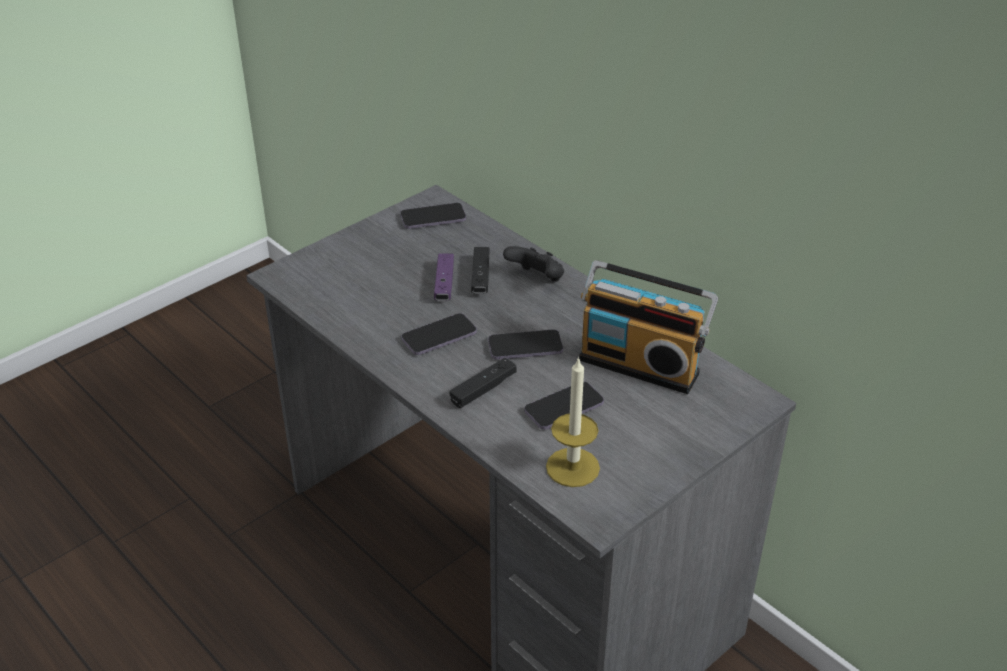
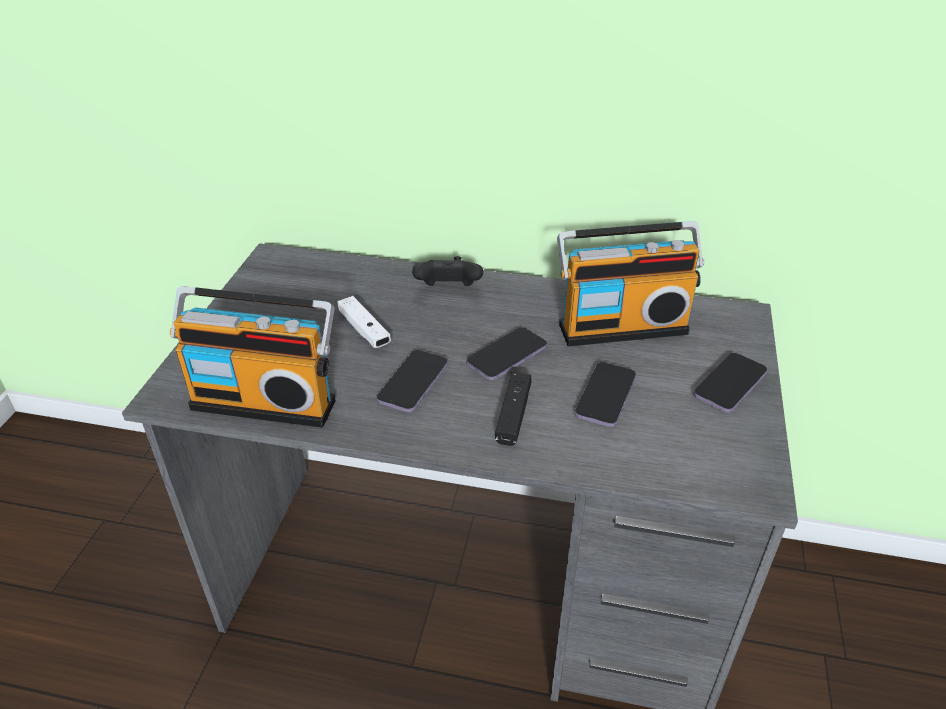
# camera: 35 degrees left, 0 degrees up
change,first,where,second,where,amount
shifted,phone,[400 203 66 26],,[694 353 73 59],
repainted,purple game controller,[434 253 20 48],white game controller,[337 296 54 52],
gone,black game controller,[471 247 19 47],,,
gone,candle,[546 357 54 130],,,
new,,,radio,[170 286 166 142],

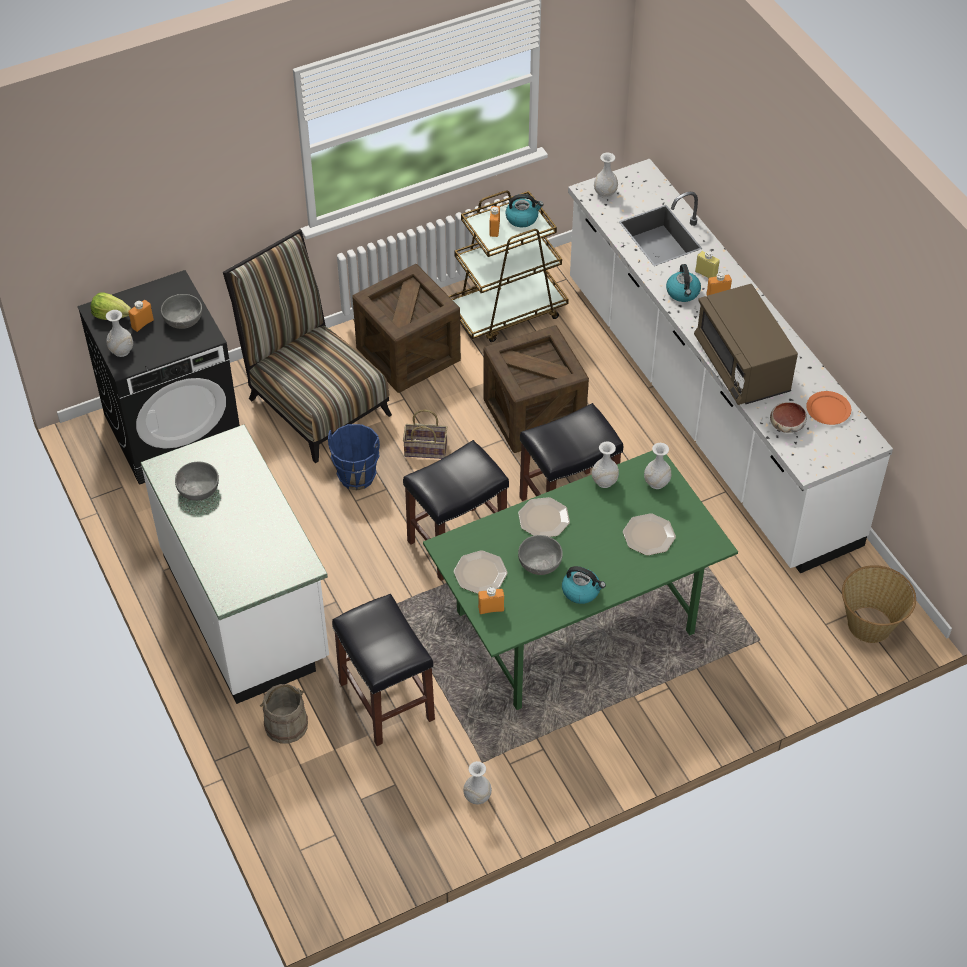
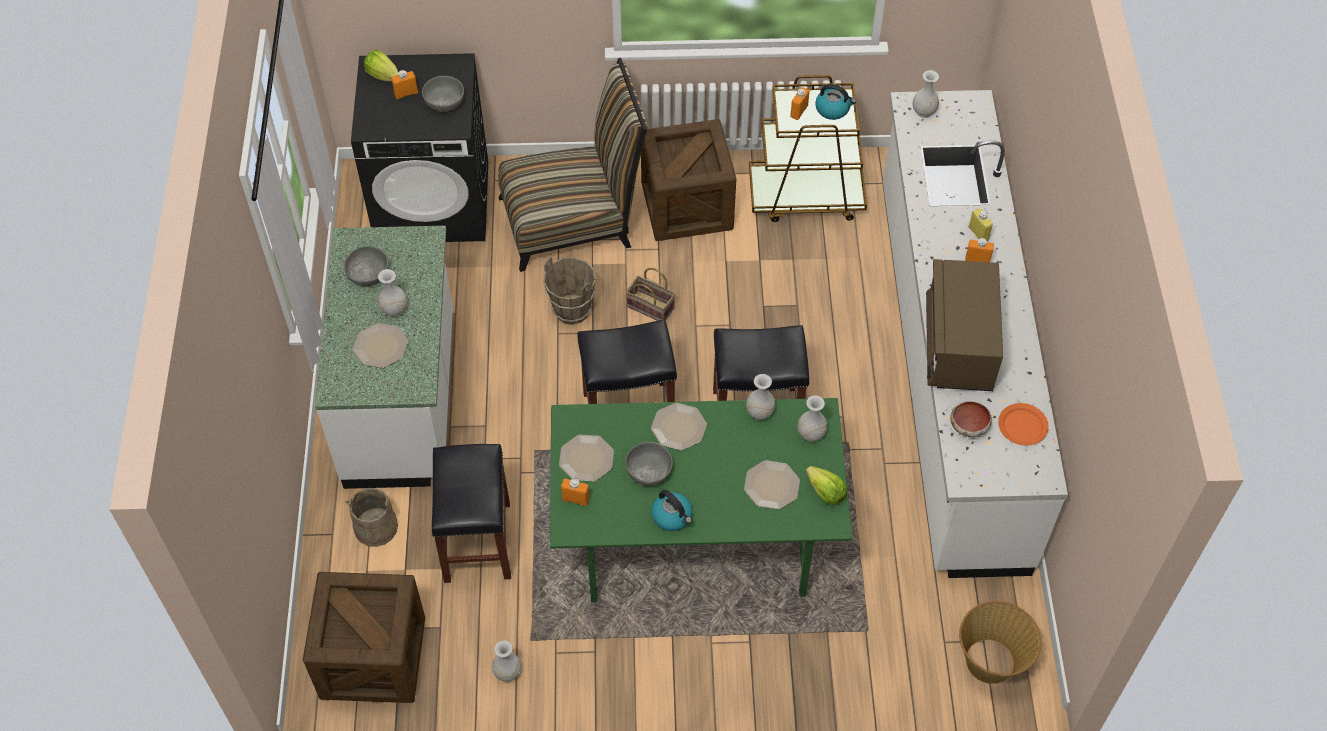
# camera: 25 degrees right, 5 degrees up
change,first,where,second,where,amount
shifted,white vase,[106 310 27 47],,[378 269 29 47],
rotated,chair,[223 229 169 234],,[498 58 150 214],90 degrees clockwise
repainted,blue bucket,[328 424 52 66],brown bucket,[543 257 53 68],
shifted,crate,[484 325 105 128],,[303 572 122 131],
gone,kettle,[666 264 35 38],,,
new,,,plate,[353 323 55 45],
new,,,lettuce,[806 466 41 39],

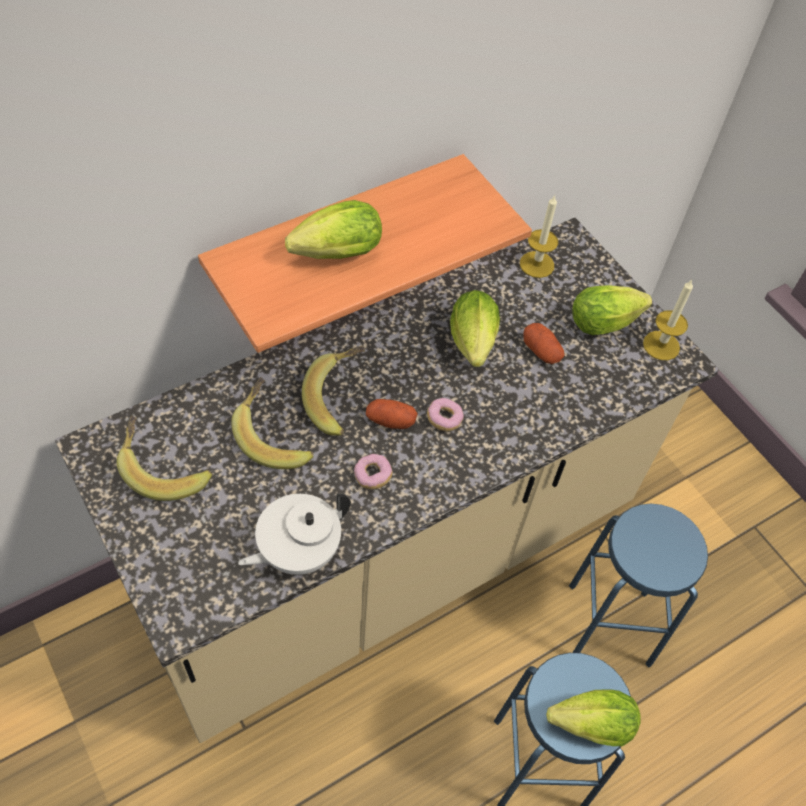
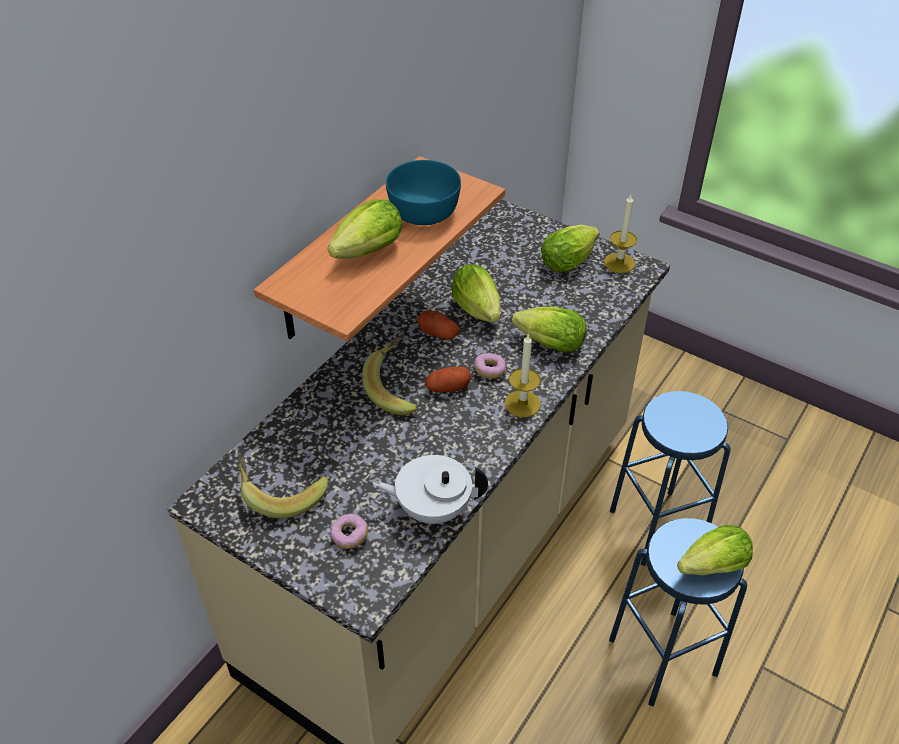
# camera: 20 degrees left, 10 degrees down
change,first,where,second,where,amount
gone,banana,[231 377 83 92],,,
rotated,white teapot,[238 494 113 81],,[373 455 115 69],60 degrees clockwise
shifted,donut,[354 454 38 35],,[330 514 38 35],
shifted,candle,[520 195 38 83],,[505 333 35 84],
shifted,potato,[523 323 42 41],,[417 310 43 30],
new,,,turquoise bowl,[386 160 75 65],
new,,,lettuce,[512 307 75 45],

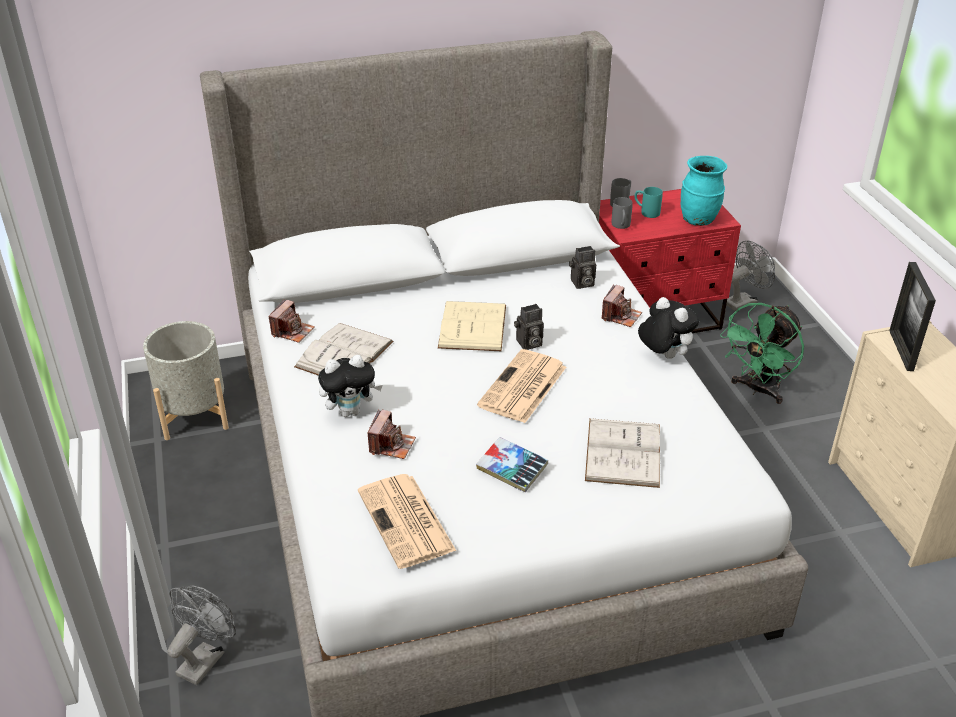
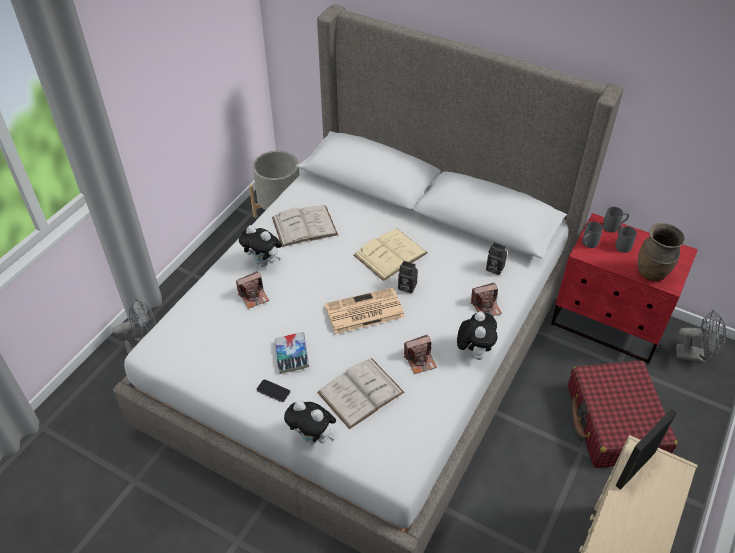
# camera: 45 degrees right, 10 degrees up
change,first,where,second,where,amount
shifted,photo camera,[269 300 46 43],,[404 334 33 40],
gone,newspaper,[358 474 98 95],,,
repainted,turquoise mug,[635 187 28 31],grey mug,[615 225 22 28],
repainted,turquoise vase,[681 156 46 70],brown vase,[638 223 47 58],
swapped,green fan,[720 303 84 101],red suitcase,[568 360 110 108],
new,,,phone,[256 379 34 23],
new,,,plush toy,[284 400 52 45],

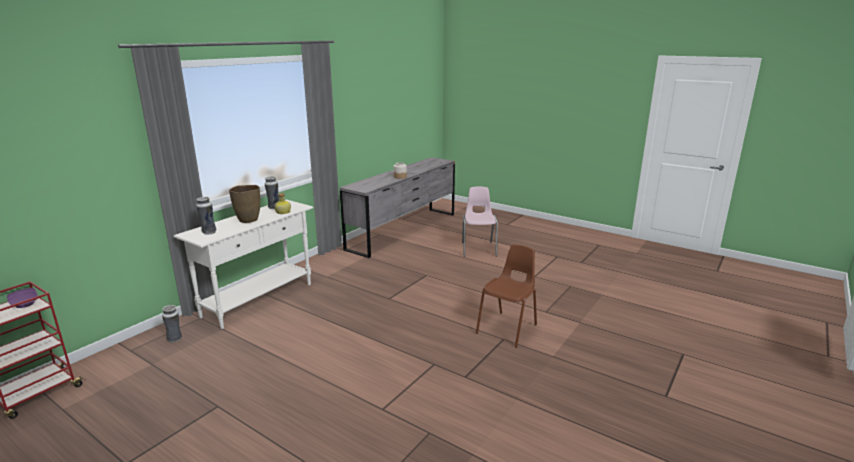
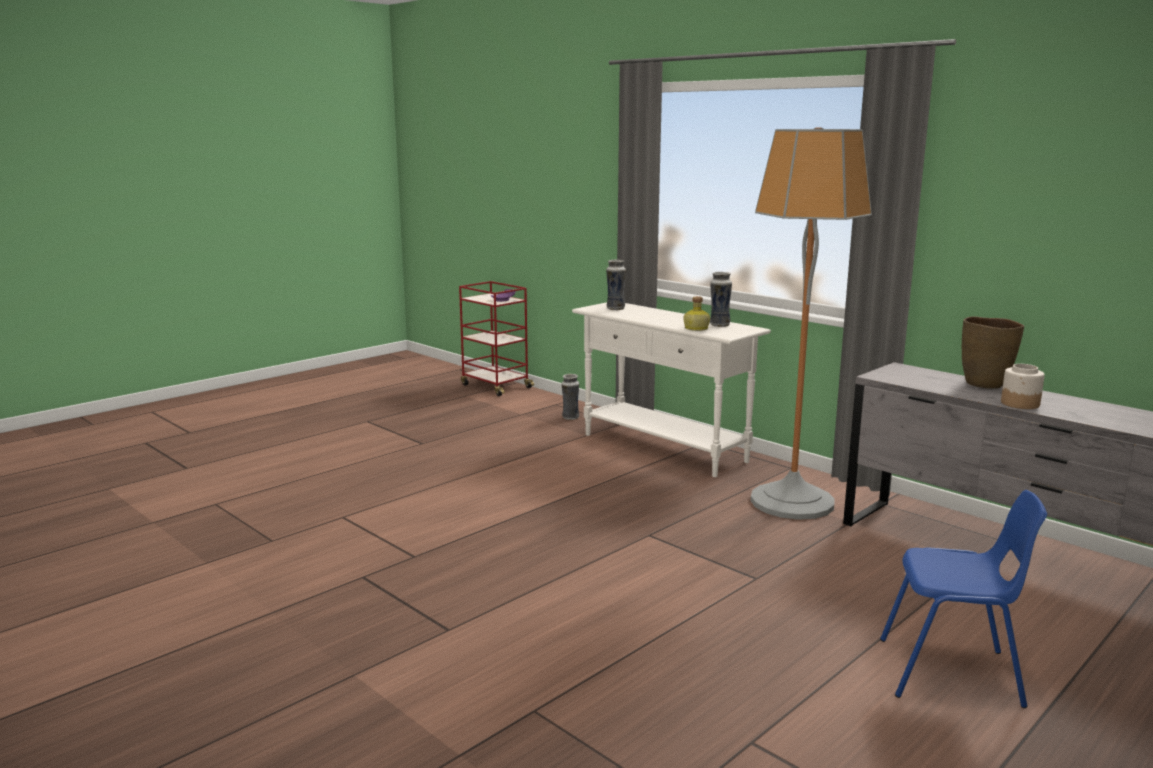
# camera: 100 degrees right, 5 degrees down
change,first,where,second,where,amount
shifted,brown vase,[229 185 31 38],,[962 316 62 73],
repainted,pink chair,[462 187 36 70],blue chair,[880 490 167 218],
gone,brown chair,[476 244 61 104],,,
new,,,floor lamp,[751 128 121 392],

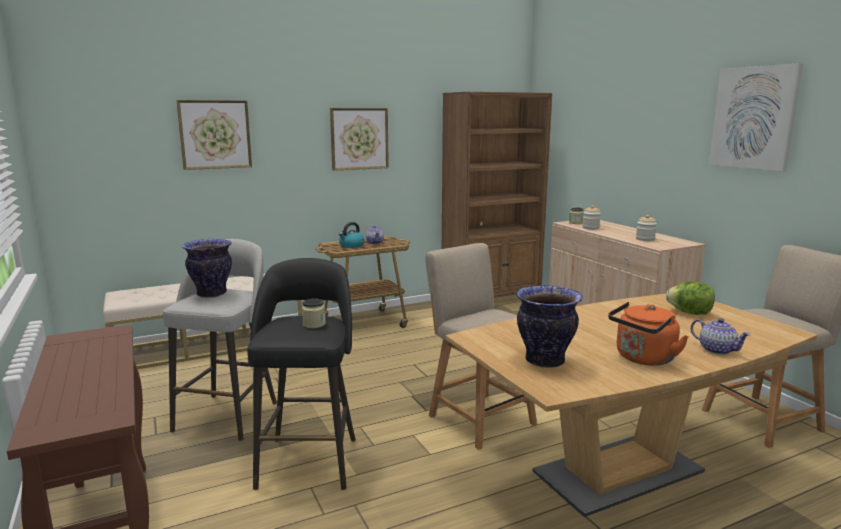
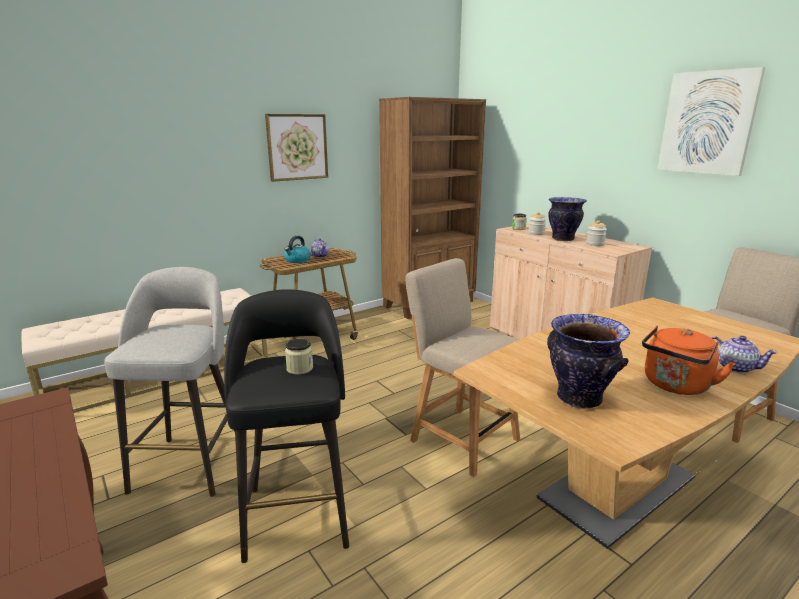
# camera: 10 degrees left, 5 degrees up
change,first,where,second,where,amount
gone,picture,[176 100 76 70],,,
shifted,vase,[182 239 50 59],,[548 197 39 44],
gone,lettuce,[666 282 49 33],,,

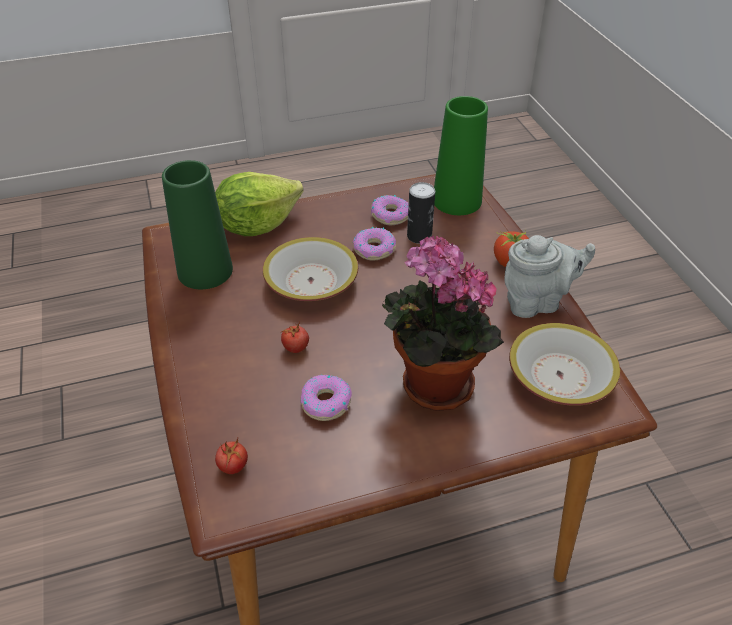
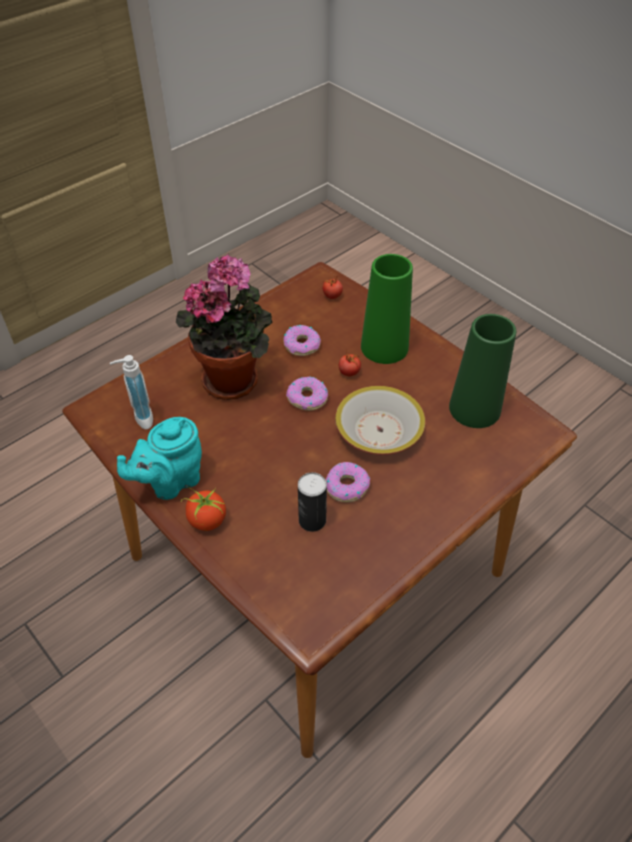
# camera: 155 degrees right, 5 degrees up
change,first,where,second,where,amount
gone,lettuce,[215 172 88 64],,,
shifted,donut,[371 195 38 30],,[286 376 42 35],
shifted,green vase,[434 96 54 119],,[361 254 52 110],
repainted,grey teapot,[504 235 91 83],turquoise teapot,[117 417 85 83],
swapped,bowl,[509 323 111 83],soap dispenser,[110 355 43 74],

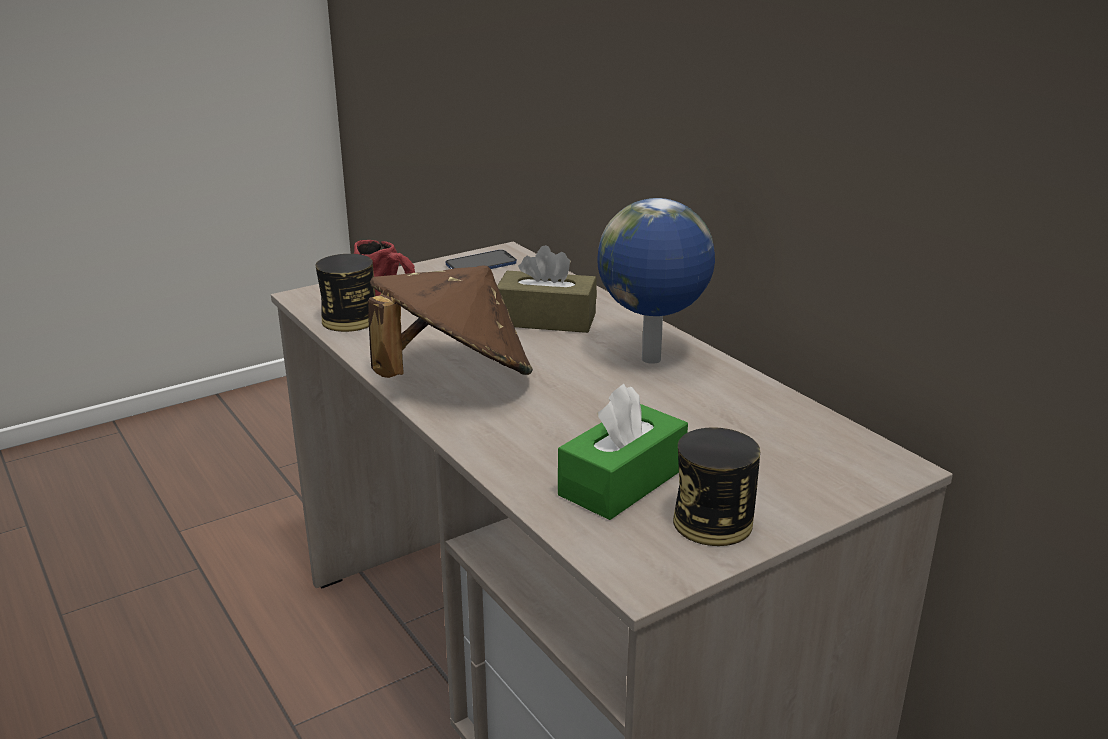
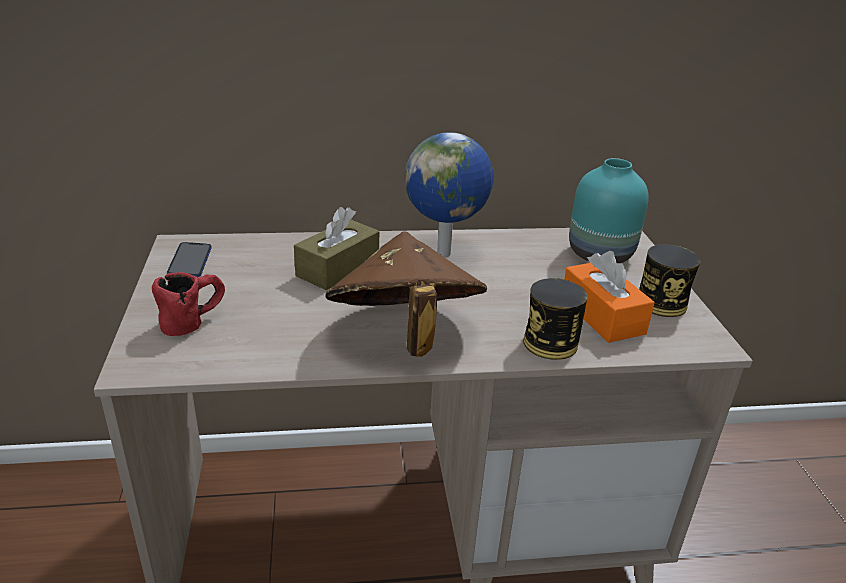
# camera: 65 degrees left, 5 degrees up
change,first,where,second,where,amount
shifted,can,[316 254 59 78],,[523 278 65 82],
repainted,green tissue box,[558 384 130 136],orange tissue box,[564 251 91 92],
new,,,turquoise vase,[569 158 80 105],

